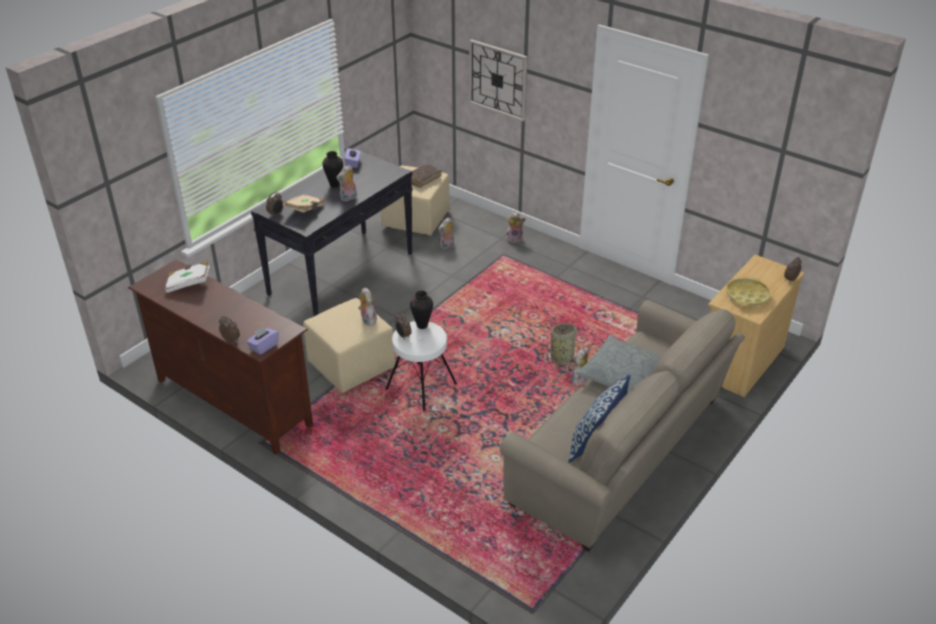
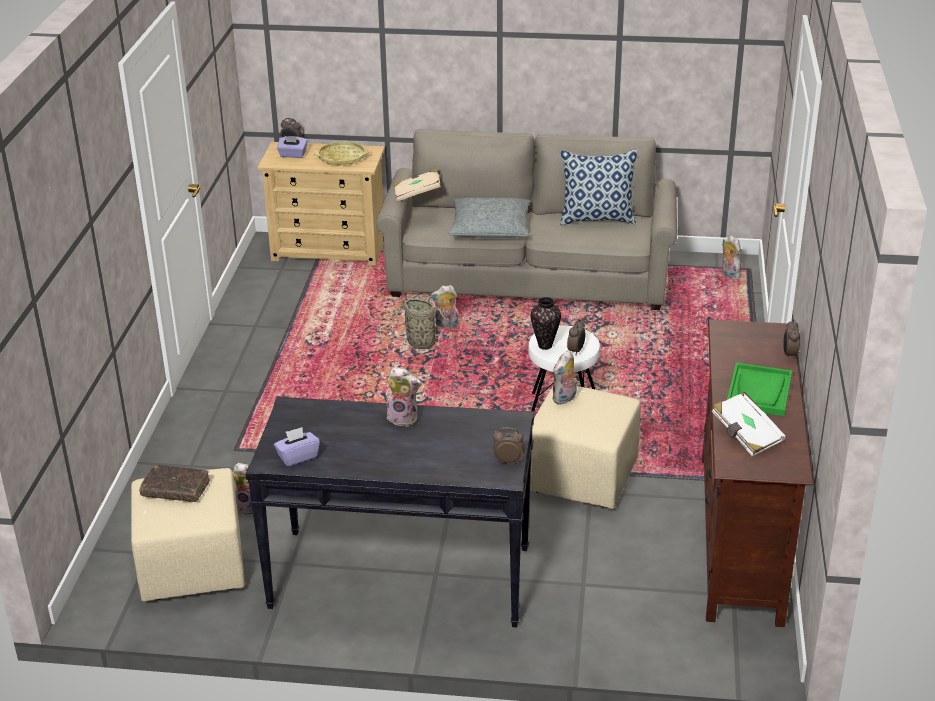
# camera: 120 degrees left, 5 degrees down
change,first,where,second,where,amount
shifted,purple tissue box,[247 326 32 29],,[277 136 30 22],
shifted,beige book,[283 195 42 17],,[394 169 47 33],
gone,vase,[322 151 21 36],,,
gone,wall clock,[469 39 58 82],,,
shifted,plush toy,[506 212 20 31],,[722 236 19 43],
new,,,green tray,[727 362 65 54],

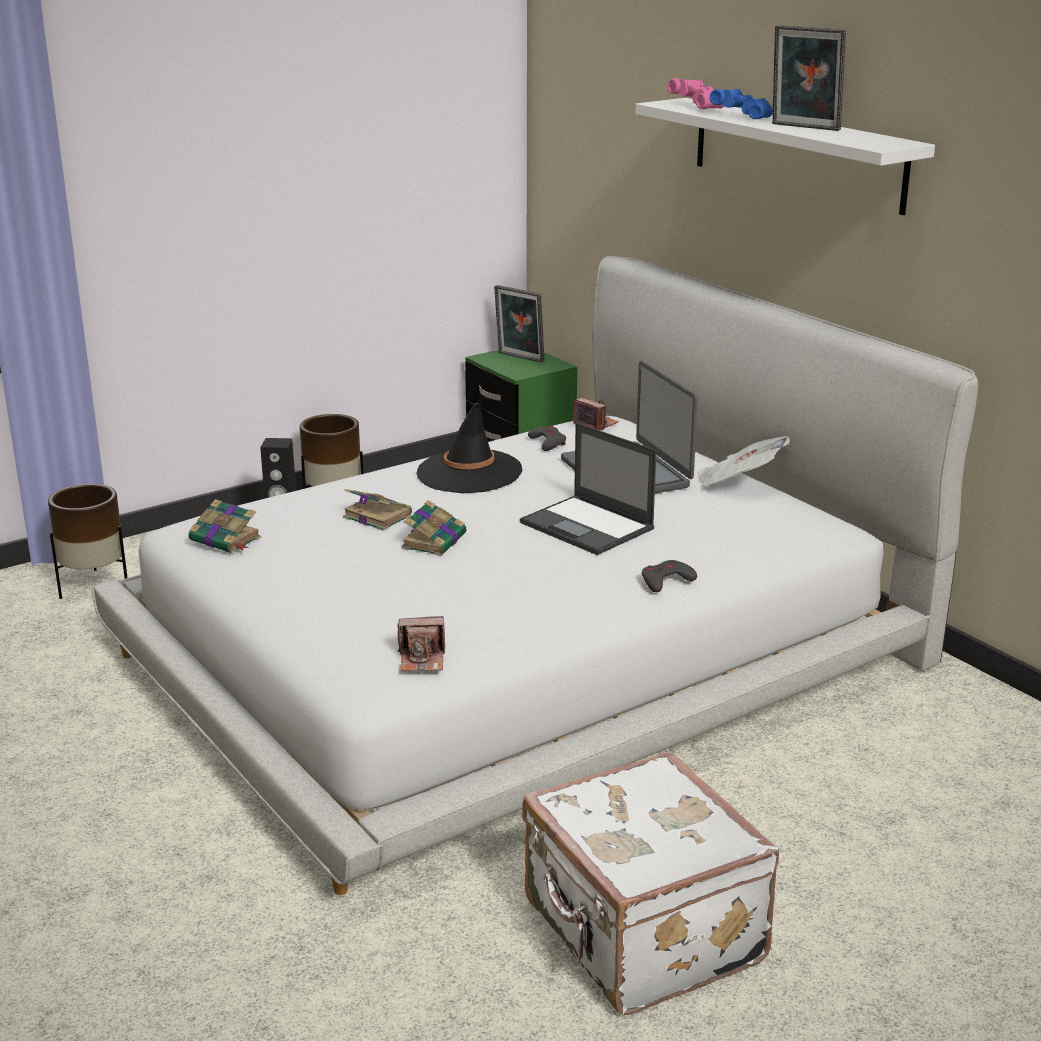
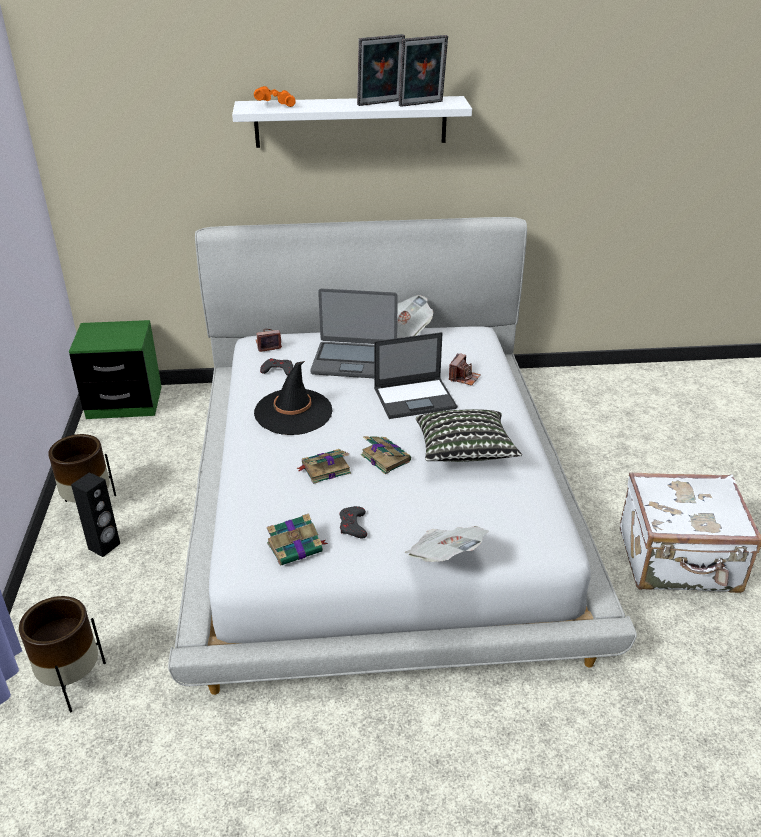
# camera: 60 degrees left, 10 degrees up
change,first,where,second,where,amount
shifted,photo camera,[397 616 48 55],,[449 353 32 33],
shifted,picture frame,[494 285 51 78],,[399 35 49 72],
shifted,grey game controller,[642 560 55 32],,[339 506 28 33],
repainted,pink binoculars,[668 78 56 31],orange binoculars,[254 86 42 21],
gone,blue binoculars,[710 89 63 30],,,
new,,,newspaper,[405 526 84 36],
new,,,pillow,[416 409 106 53],

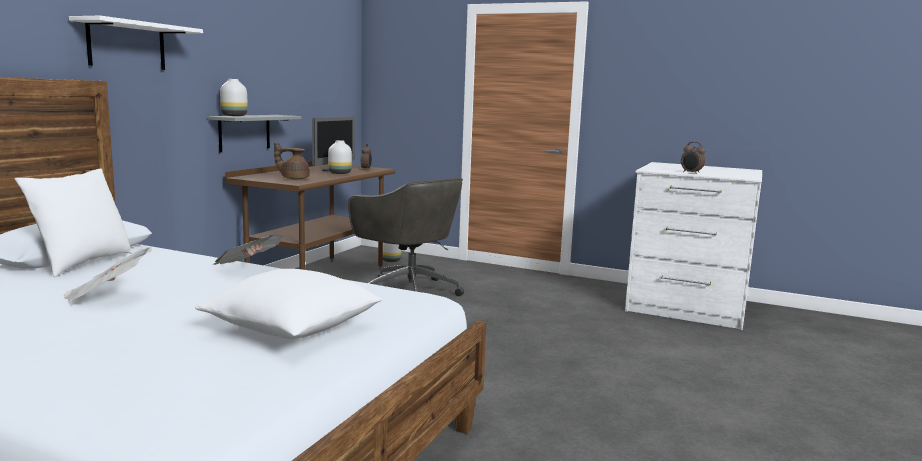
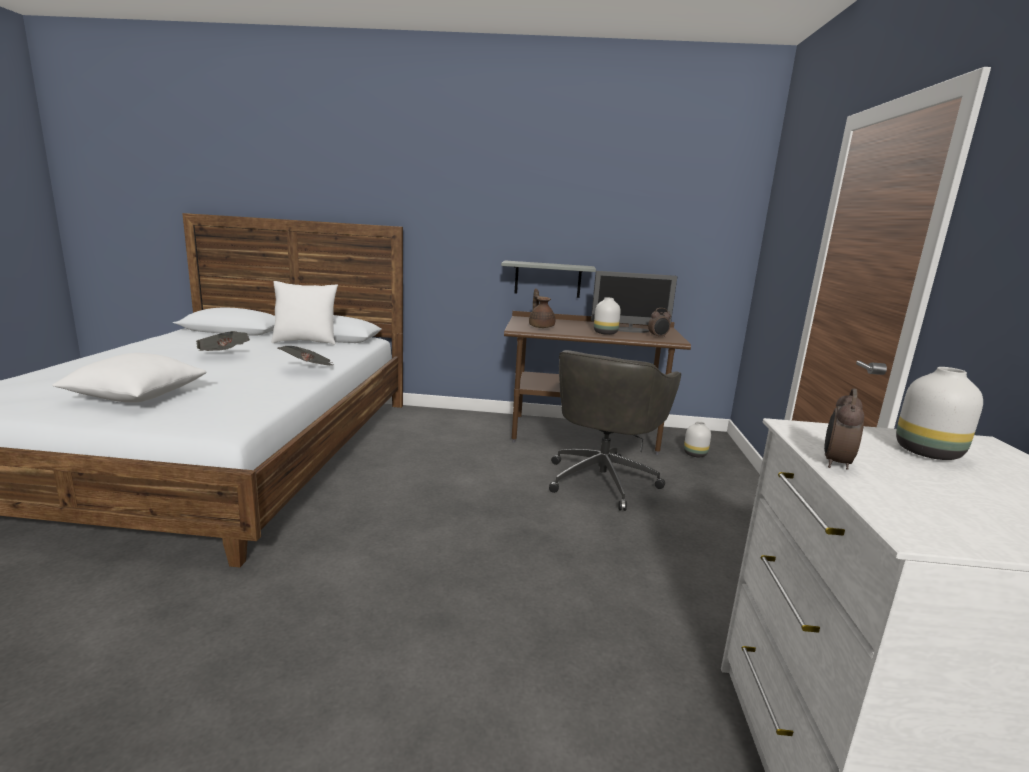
# camera: 70 degrees right, 5 degrees up
change,first,where,second,where,amount
gone,white shelf,[69 16 134 54],,,
shifted,white vase,[220 79 28 37],,[896 367 87 93],

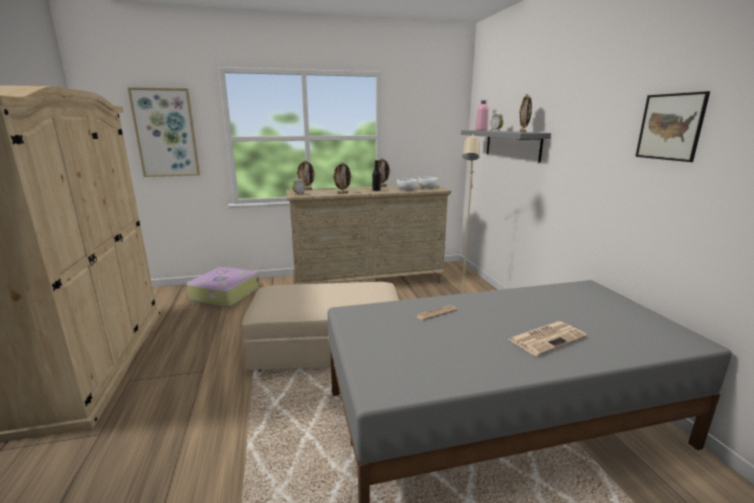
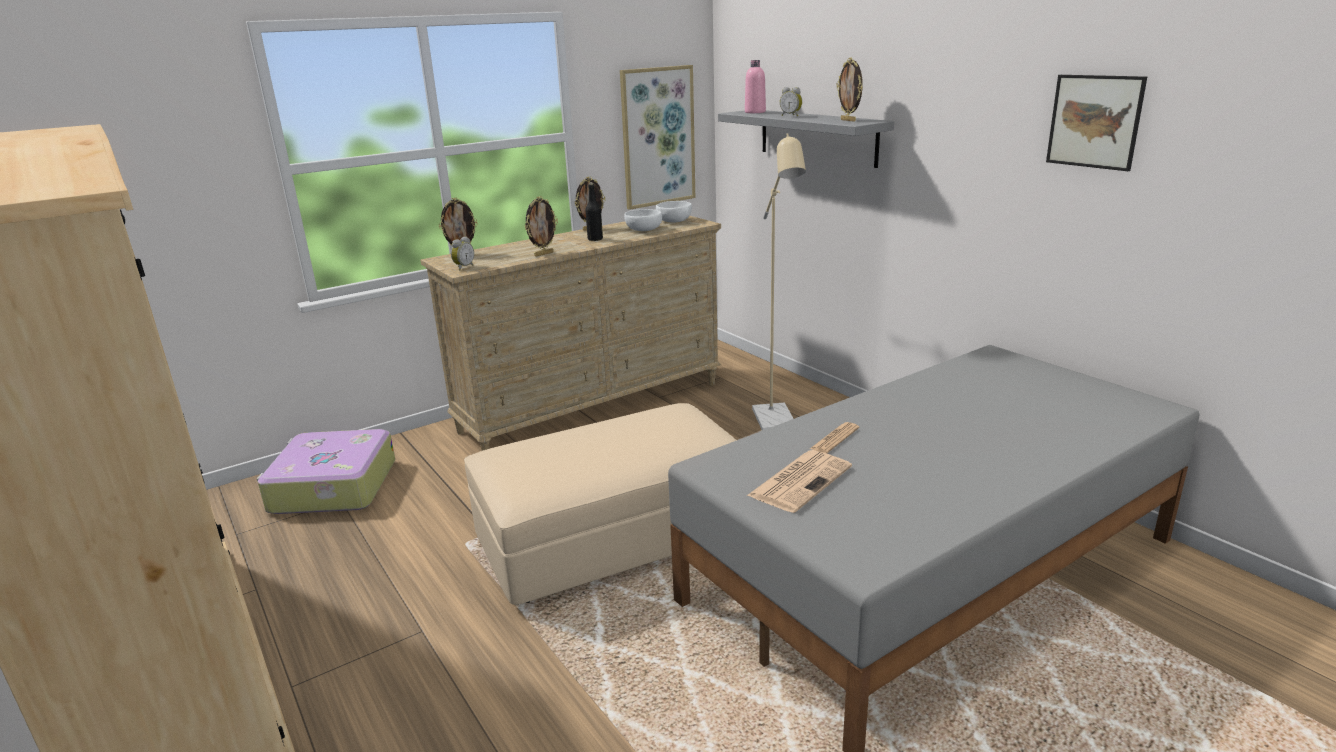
# camera: 20 degrees left, 5 degrees up
change,first,where,second,where,amount
shifted,picture,[127 87 73 90],,[620 65 75 145],
shifted,newspaper,[508 321 79 35],,[747 450 105 63],

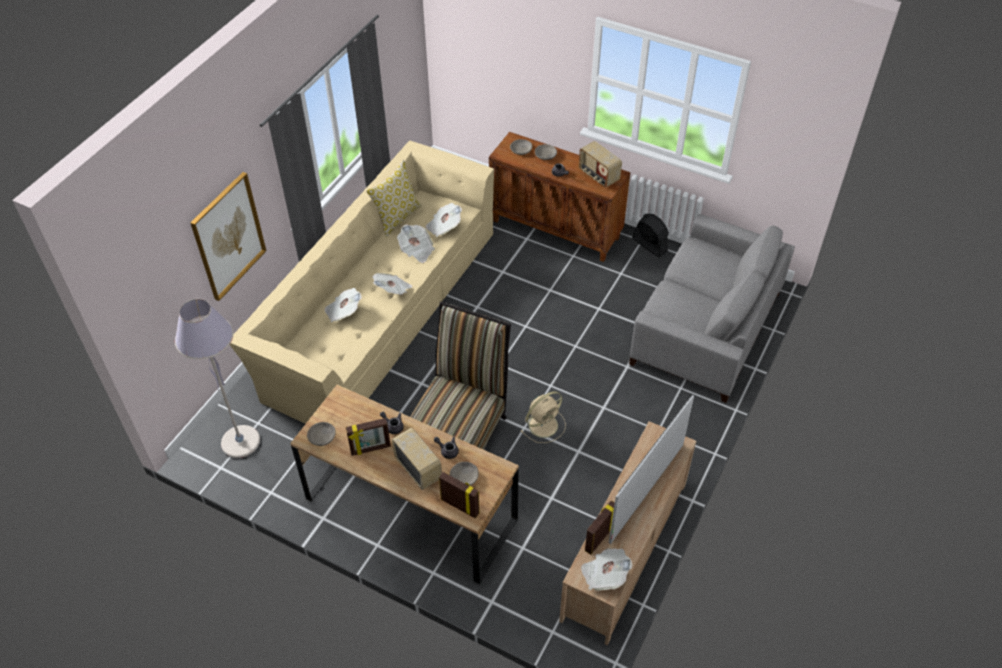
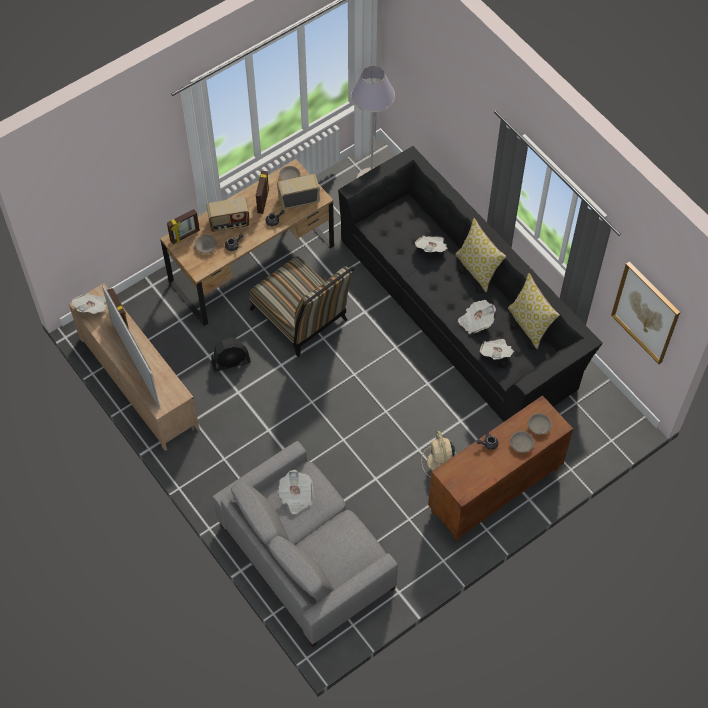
# camera: 115 degrees right, 10 degrees up
change,first,where,second,where,amount
shifted,picture,[190 172 76 129],,[611 262 69 102],
repainted,beige sofa,[230 140 264 284],black sofa,[338 146 265 276],
shifted,newspaper,[372 273 41 22],,[278 470 35 45],
shifted,beige fan,[520 391 46 52],,[421 431 35 46],
shifted,radio,[579 141 43 47],,[277 174 43 35],
shifted,black fan,[632 214 37 43],,[211 338 40 34],
new,,,pillow,[455 218 51 74],

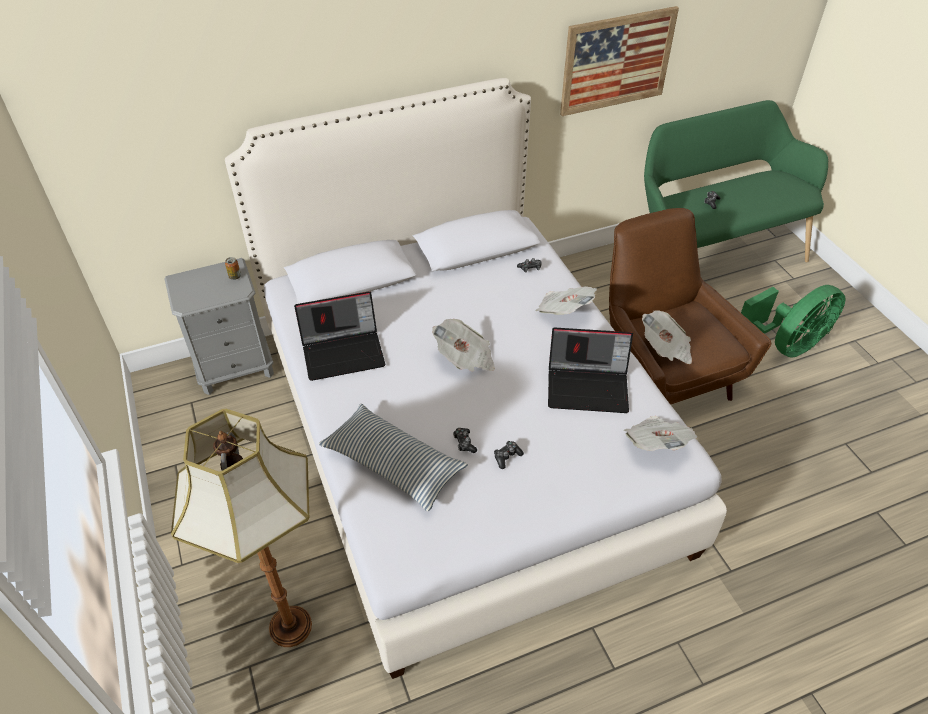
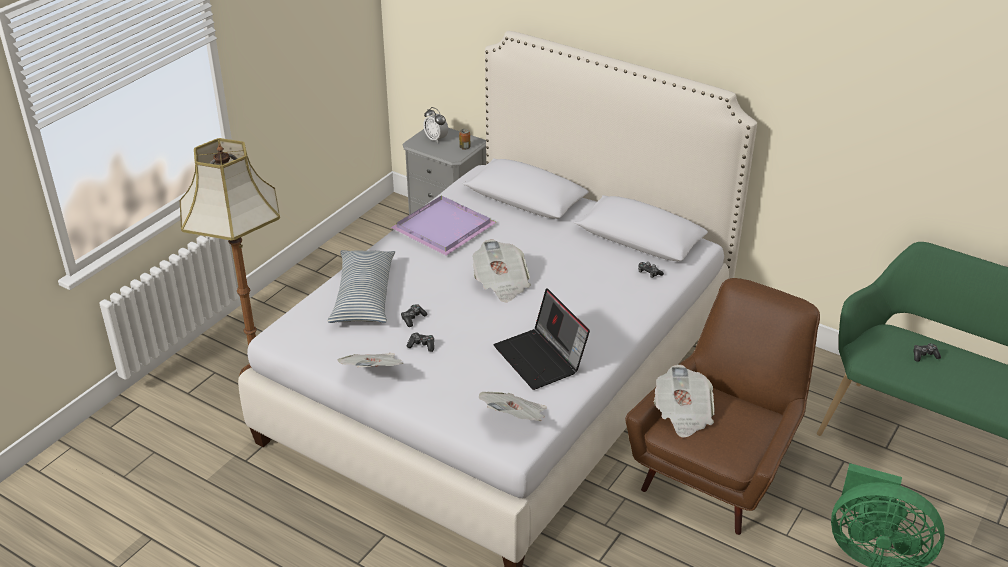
# camera: 55 degrees right, 10 degrees down
change,first,where,second,where,amount
swapped,laptop,[294 291 91 90],purple tray,[390 195 106 60],
shifted,newspaper,[535 286 62 29],,[338 353 65 14],
gone,picture,[560 6 119 110],,,
new,,,alarm clock,[423 107 25 36],

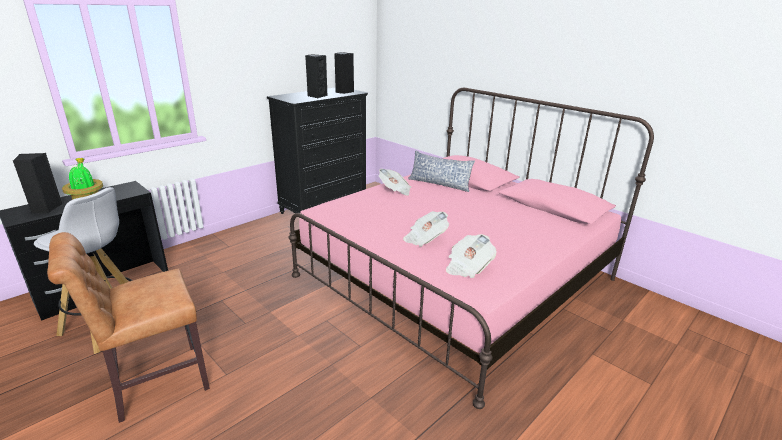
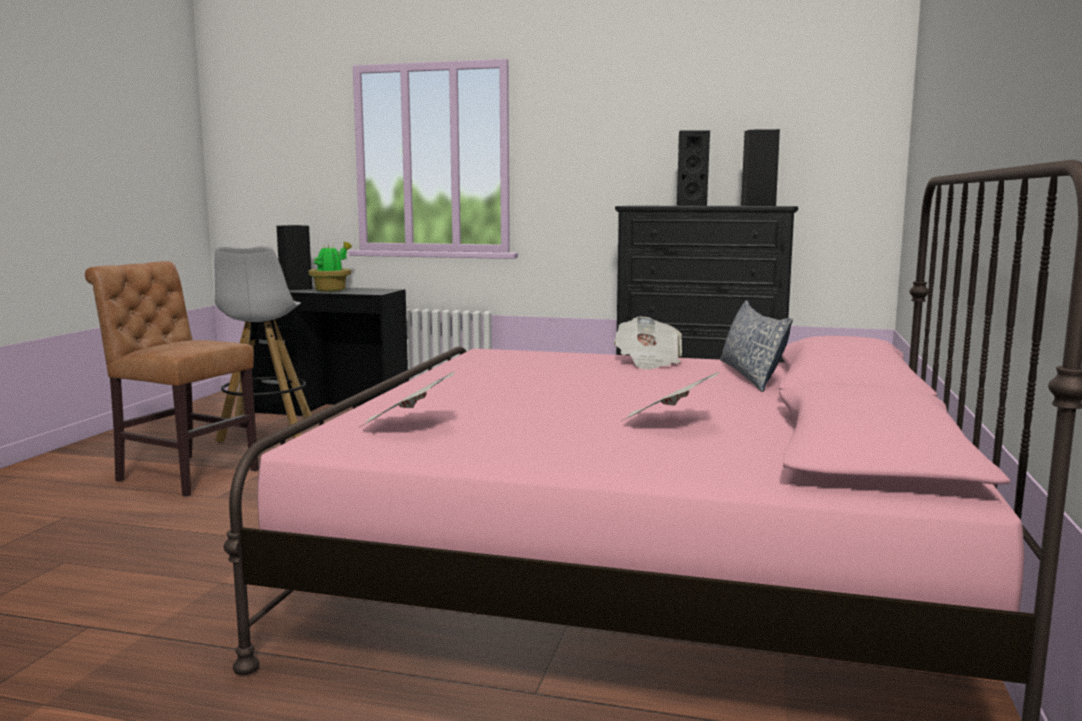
# camera: 60 degrees right, 15 degrees down
change,first,where,second,where,amount
shifted,newspaper,[403 211 46 36],,[621 372 99 49],

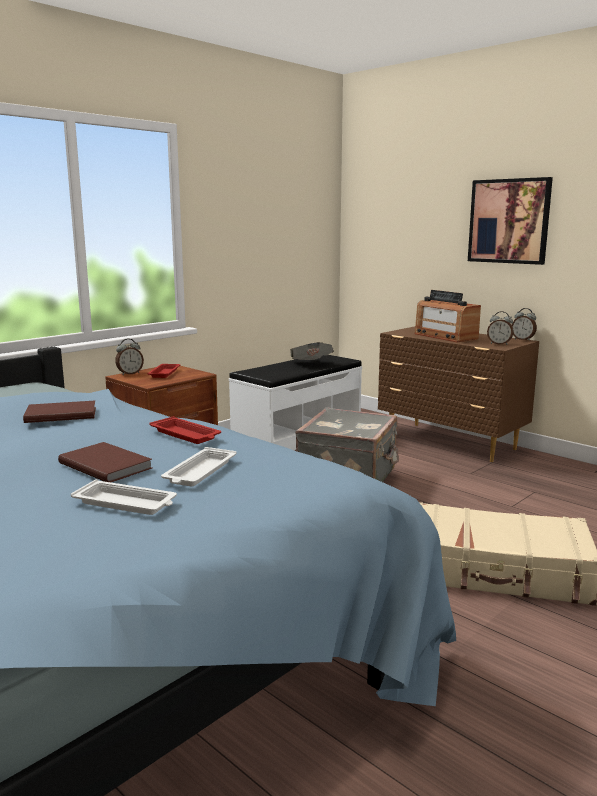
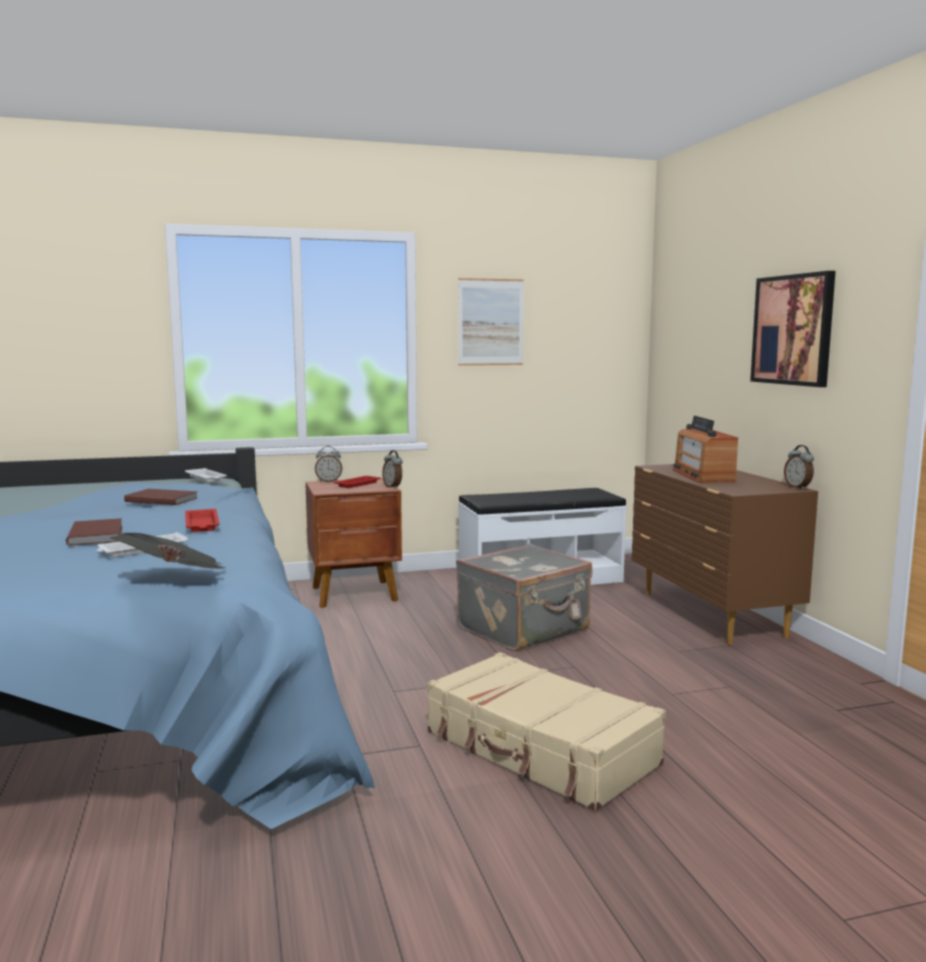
# camera: 30 degrees right, 5 degrees down
change,first,where,second,where,amount
shifted,white tray,[71 479 106 36],,[185 468 42 14],
shifted,newspaper,[290 342 44 18],,[110 533 117 36],
shifted,alarm clock,[487 311 27 34],,[382 450 20 39],
new,,,picture,[458 278 66 88],

